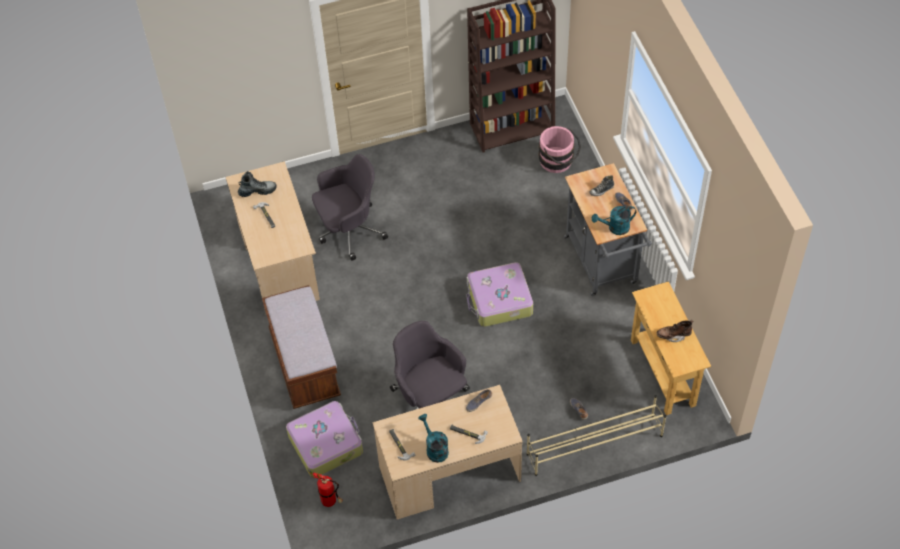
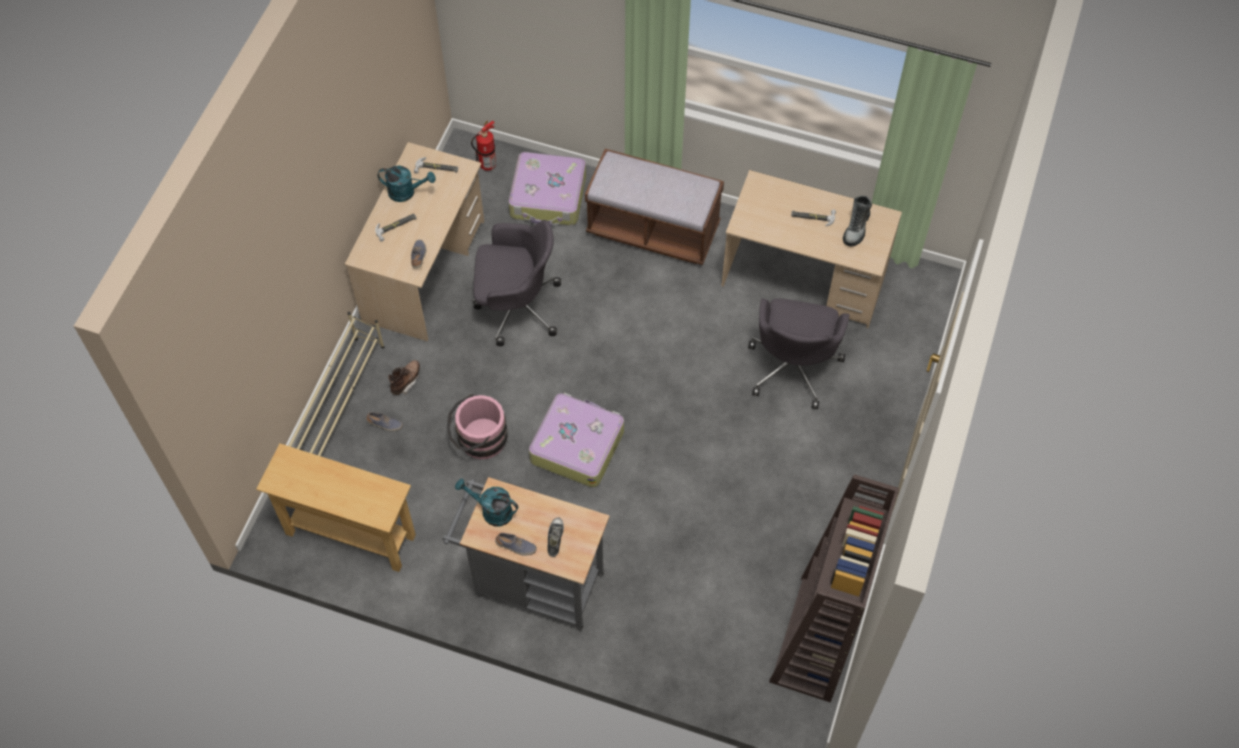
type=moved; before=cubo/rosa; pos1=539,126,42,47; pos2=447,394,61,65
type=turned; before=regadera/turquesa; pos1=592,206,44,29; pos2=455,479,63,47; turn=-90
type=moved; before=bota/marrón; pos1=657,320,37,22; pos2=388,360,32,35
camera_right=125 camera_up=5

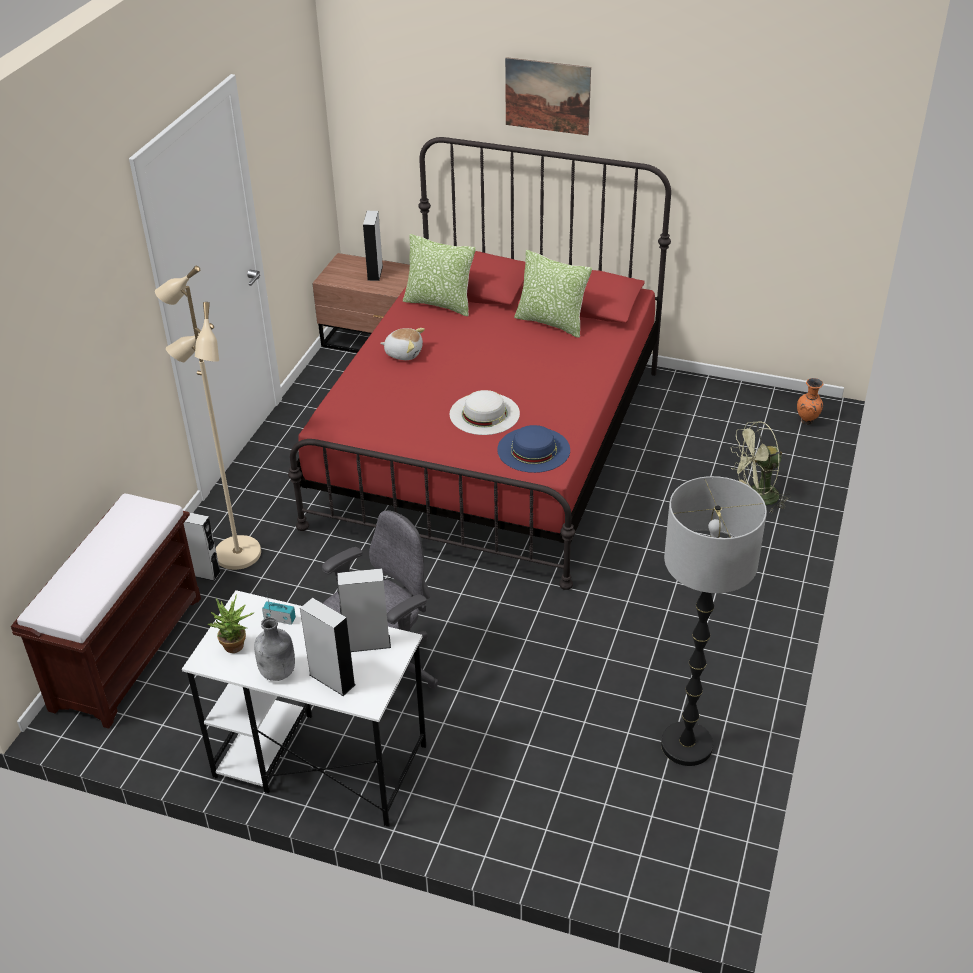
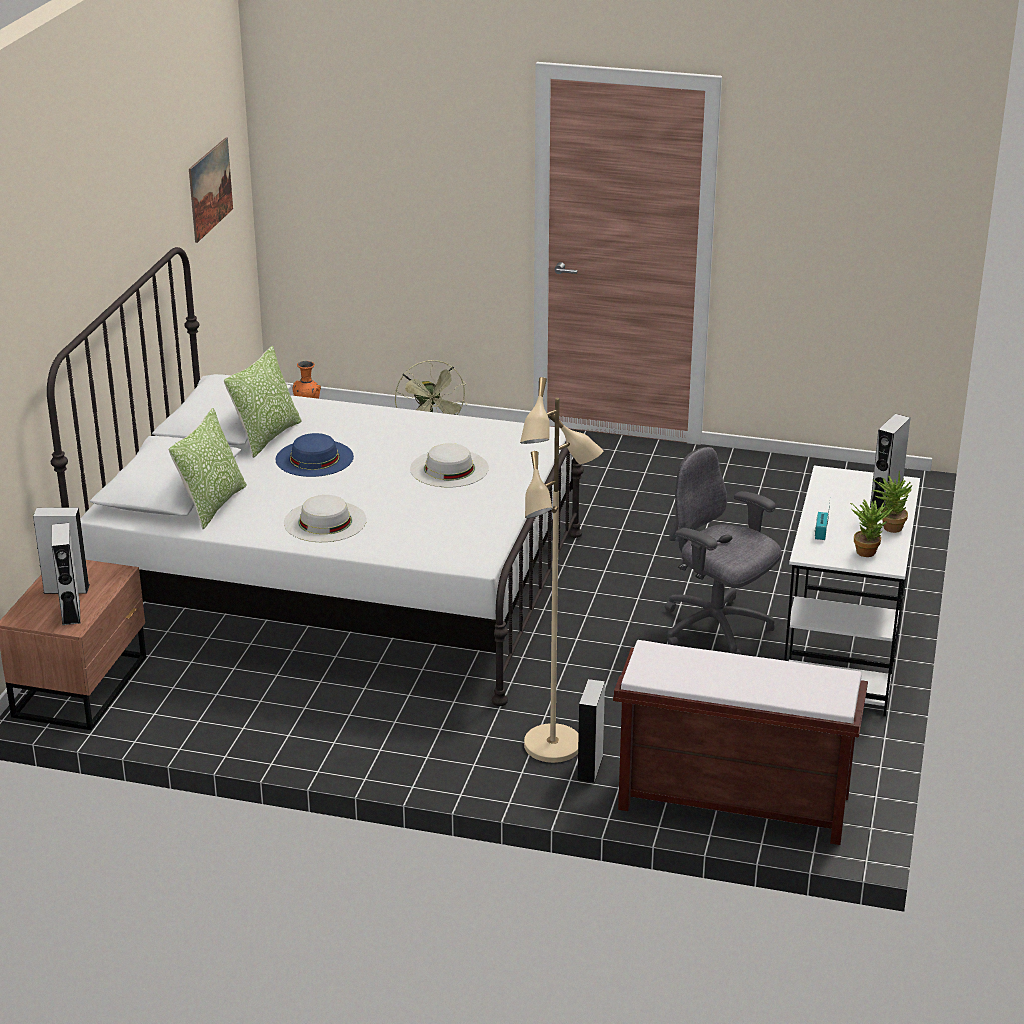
type=moved; before=cuadro; pos1=505,57,86,78; pos2=189,138,44,105
type=recoloured; before=cama/rojo; after=cama/blanco; pos1=288,137,383,453; pos2=47,247,537,459
type=replaced; before=peluche; after=sombrero/blanco; pos1=380,328,45,32; pos2=284,495,83,47
type=moved; before=sombrero/azul; pos1=497,425,73,48; pos2=276,433,78,44
type=removed; before=lámpara de pie; pos1=661,476,106,290
type=moved; before=altavoz/gris; pos1=337,568,54,84; pos2=52,523,28,102
type=replaced; before=botella/gris; after=planta en maceta; pos1=254,617,41,64; pos2=873,471,40,62
camera_right=-95 camera_up=-10

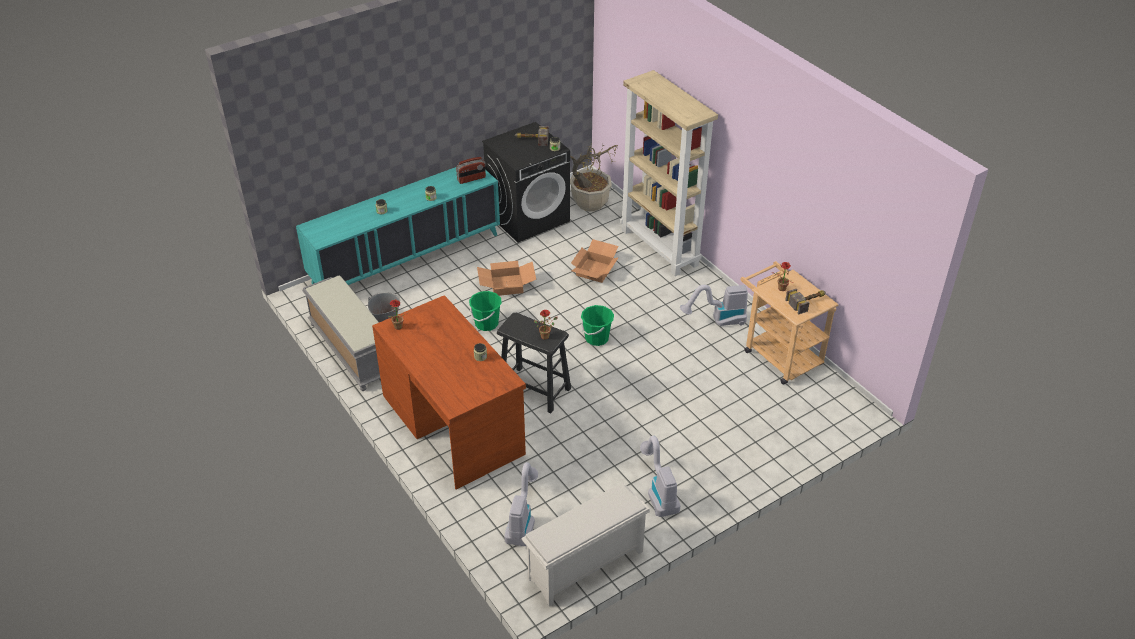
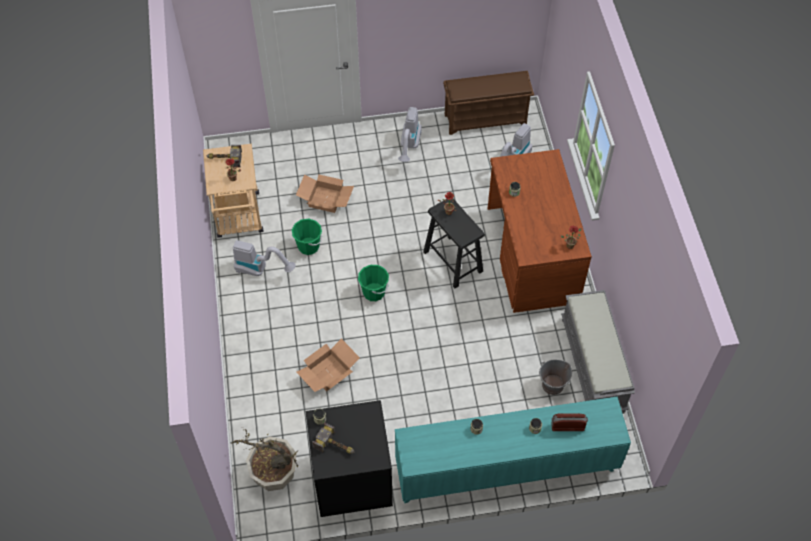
type=removed; before=estantería/beis; pos1=620,70,98,206
type=moved; before=radio; pos1=456,157,30,27; pos2=551,413,37,18
type=moved; before=caja de cartón; pos1=477,261,59,35; pos2=296,175,58,38
type=moved; before=cubo/verde; pos1=469,291,33,40; pos2=292,218,30,37
type=recoloured; before=zapatero/blanco; after=zapatero/marrón; pos1=521,483,129,123; pos2=443,71,91,64
camera_right=-155 camera_up=15

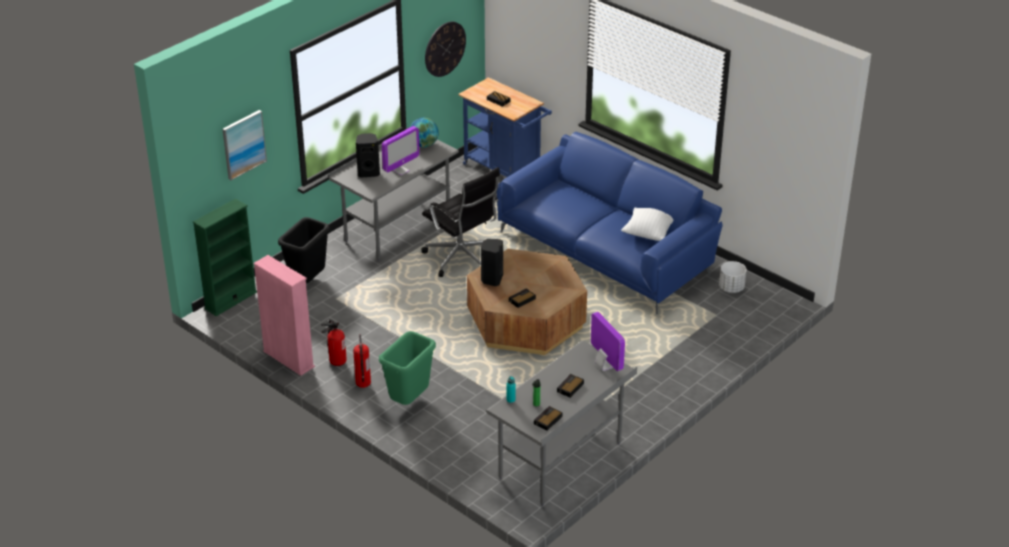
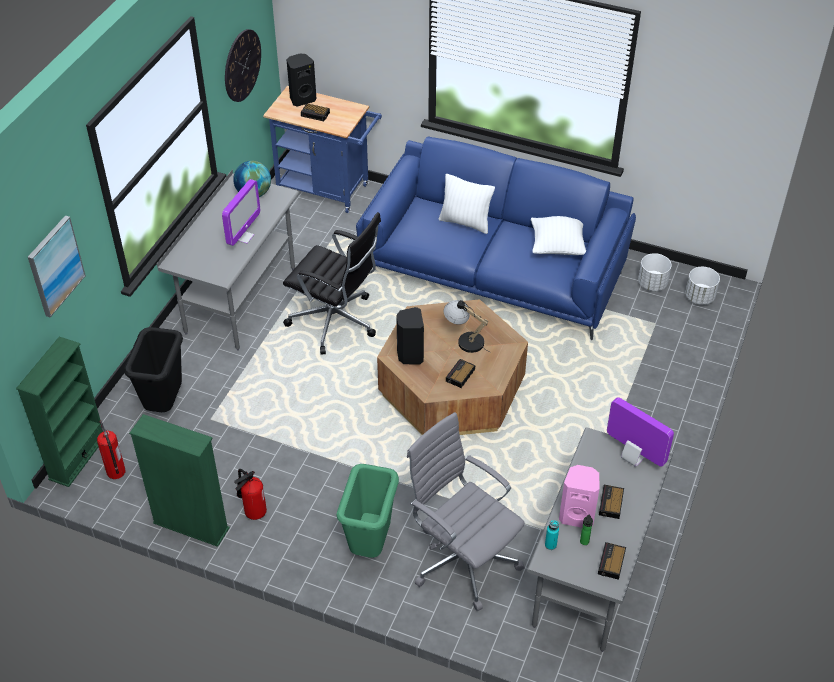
type=moved; before=altavoz/negro; pos1=356,133,24,44; pos2=286,54,31,53
type=recoloured; before=estantería/rosa; after=estantería/verde; pos1=253,255,62,121; pos2=129,414,101,133
type=moved; before=extintor; pos1=353,334,18,54; pos2=97,421,28,58
type=added; after=cojín/blanco; pos2=439,174,56,60
type=added; after=maceta/blanco; pos2=686,267,34,38
type=added; after=lámpara de mesa; pos2=444,300,47,53
type=added; after=silla de oficina/gris; pos2=407,412,118,199
type=added; after=altavoz/rosa; pos2=559,465,41,63
camera_right=-20 camera_up=10

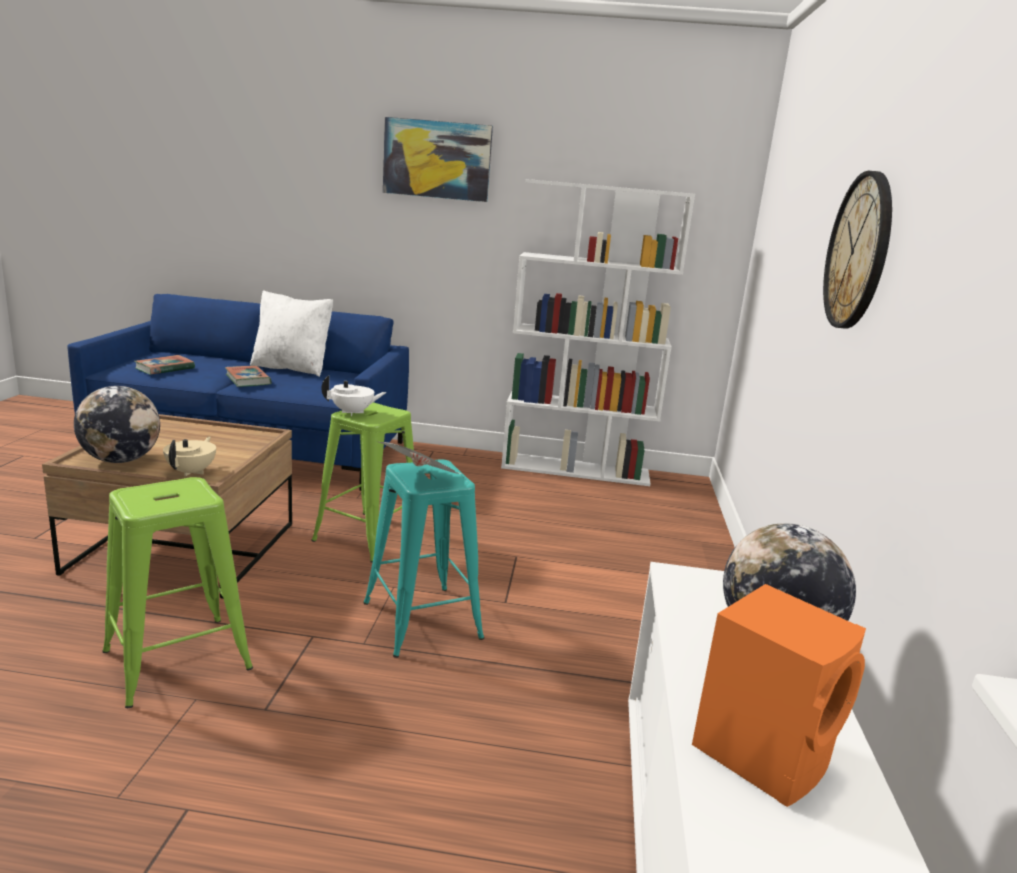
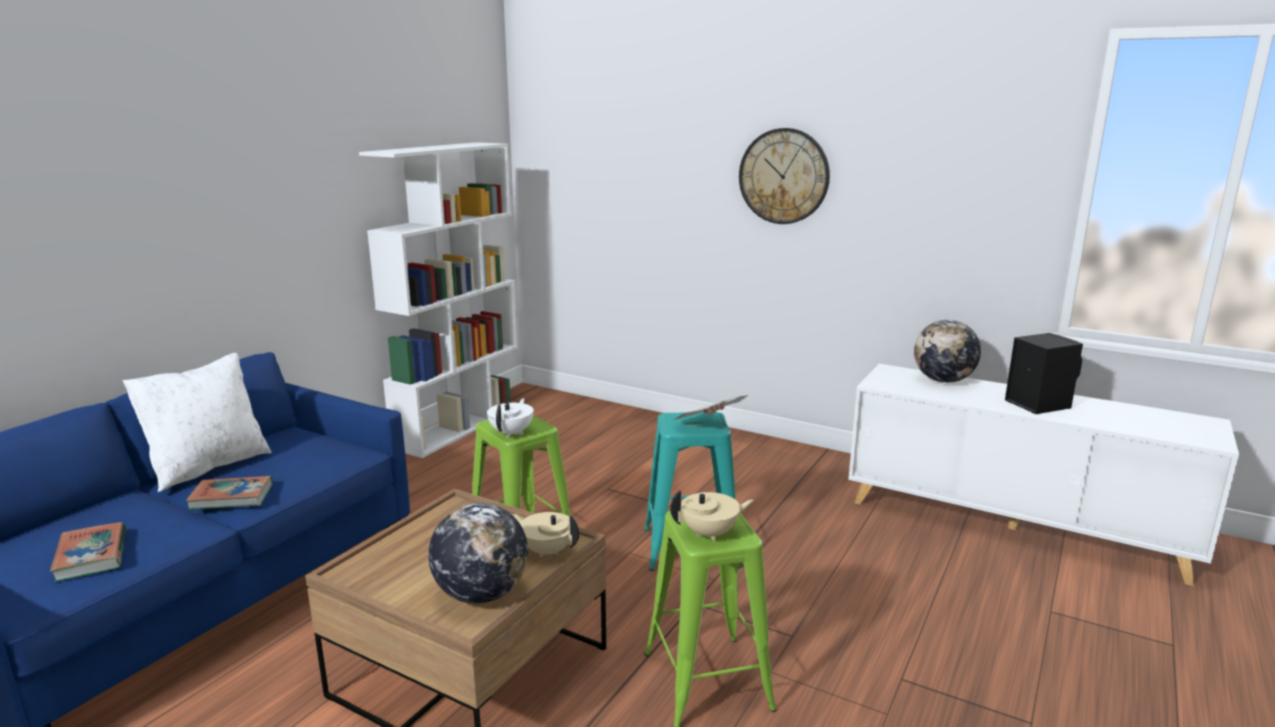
type=removed; before=cuadro; pos1=383,117,110,85
type=recoloured; before=altavoz/naranja; after=altavoz/negro; pos1=692,584,174,223; pos2=1005,333,78,81
type=added; after=tetera/beis; pos2=670,491,84,51
camera_right=-65 camera_up=0

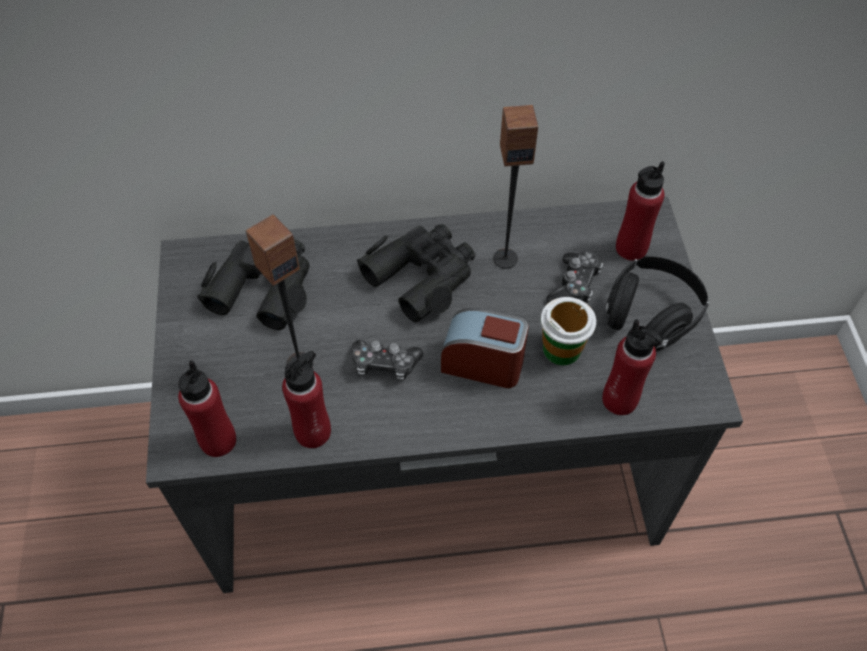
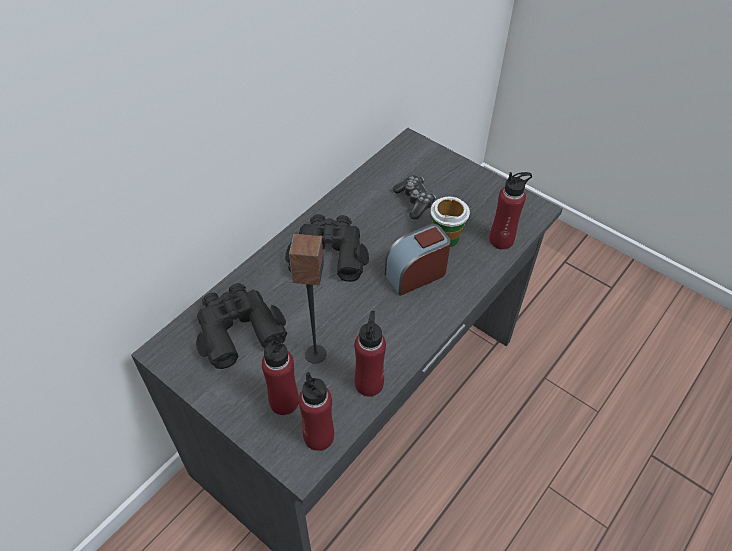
type=removed; before=altavoz; pos1=493,104,45,165
type=moved; before=botella/rojo; pos1=616,161,49,100; pos2=261,334,38,81
type=removed; before=auriculares/negro; pos1=605,256,104,96
type=removed; before=mando de consola; pos1=352,340,71,42
camera_right=-45 camera_up=-5

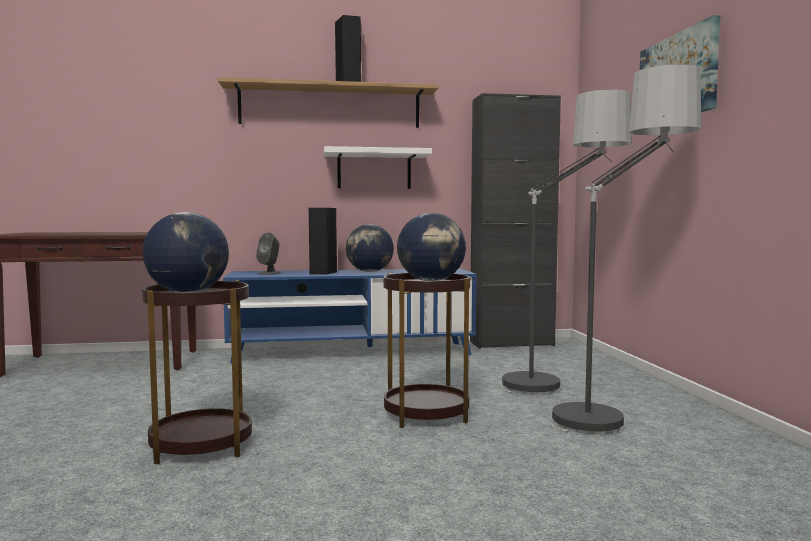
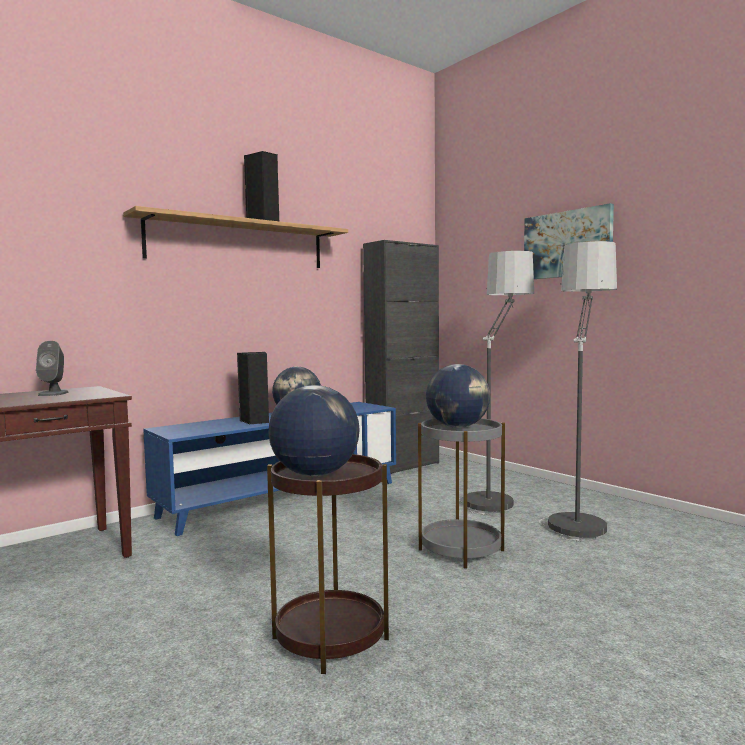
type=removed; before=estante/blanco; pos1=323,146,109,43
type=moved; before=altavoz/gris; pos1=256,233,25,42; pos2=36,341,32,55
type=recoloured; before=mesa auxiliar/marrón; after=mesa auxiliar/gris; pos1=383,273,87,155; pos2=418,418,87,150
camera_right=-30 camera_up=0

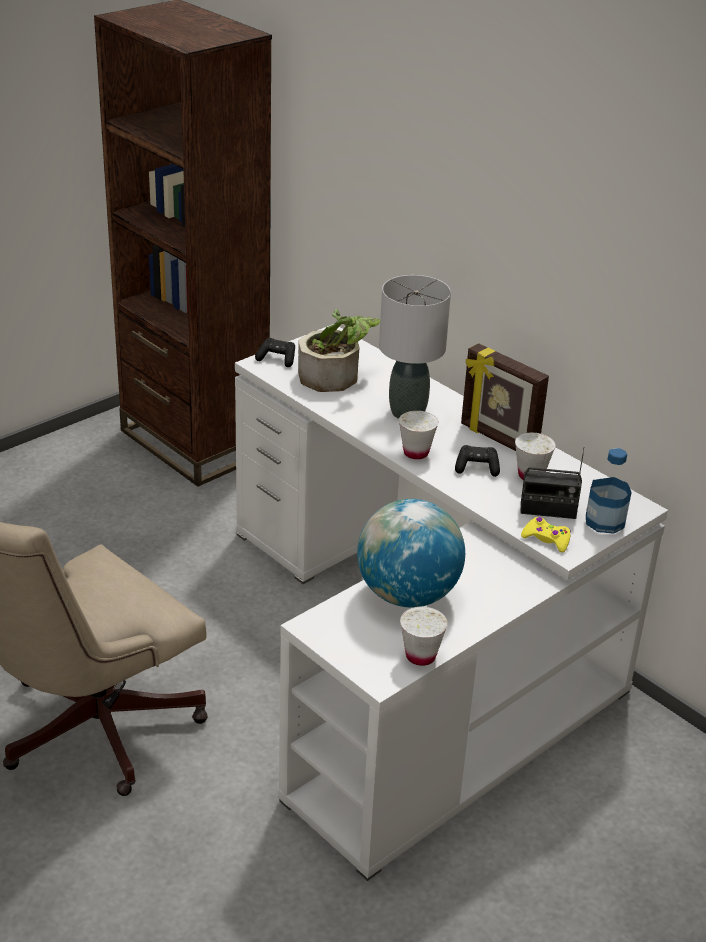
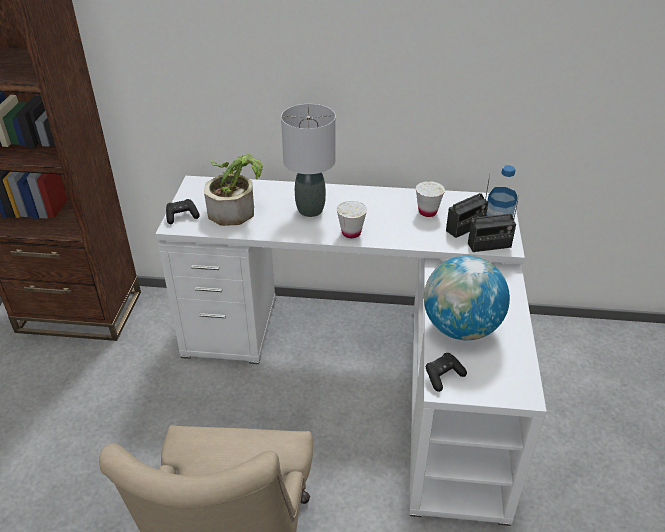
type=removed; before=portarretratos; pos1=461,343,88,108
type=moved; before=mando de consola/negro; pos1=455,445,45,32; pos2=426,353,41,39
type=replaced; before=mando de consola/amarillo; after=radio; pos1=521,517,50,36; pos2=468,195,51,57
type=removed; before=taza/blanco; pos1=400,607,48,59
camera_right=-40 camera_up=5

